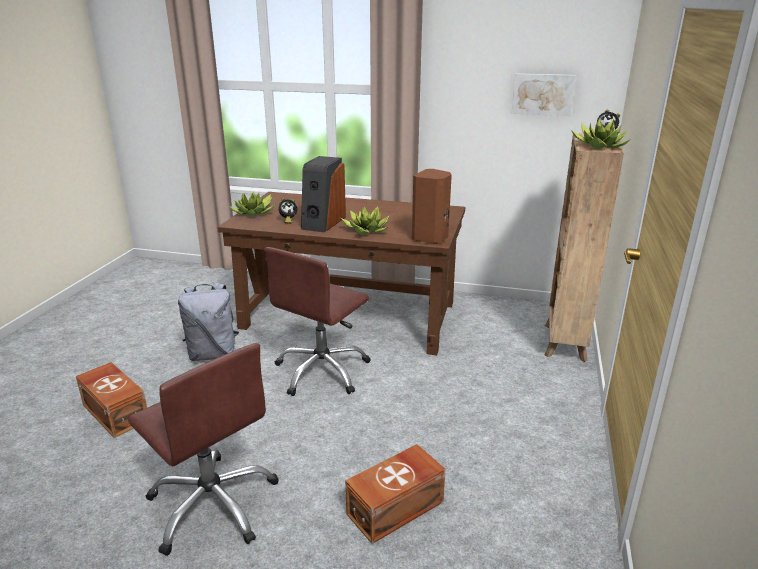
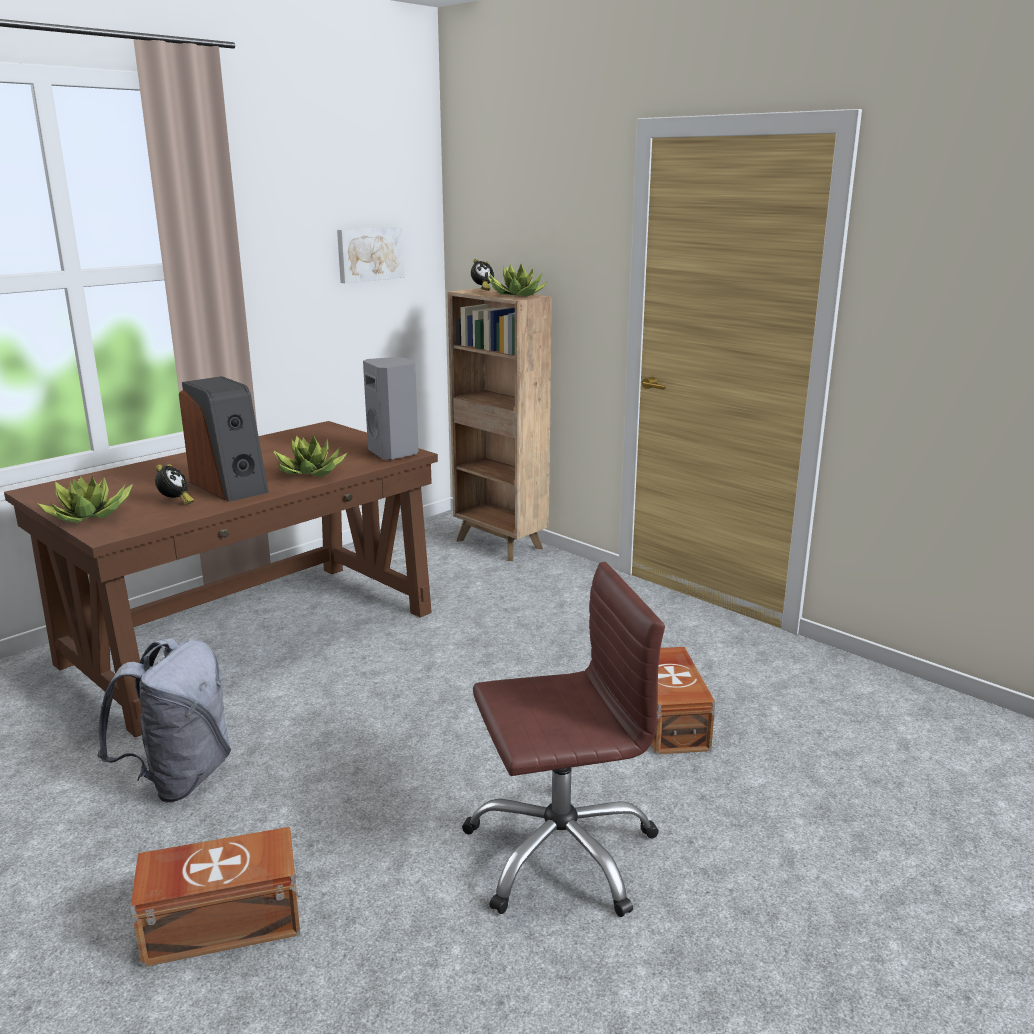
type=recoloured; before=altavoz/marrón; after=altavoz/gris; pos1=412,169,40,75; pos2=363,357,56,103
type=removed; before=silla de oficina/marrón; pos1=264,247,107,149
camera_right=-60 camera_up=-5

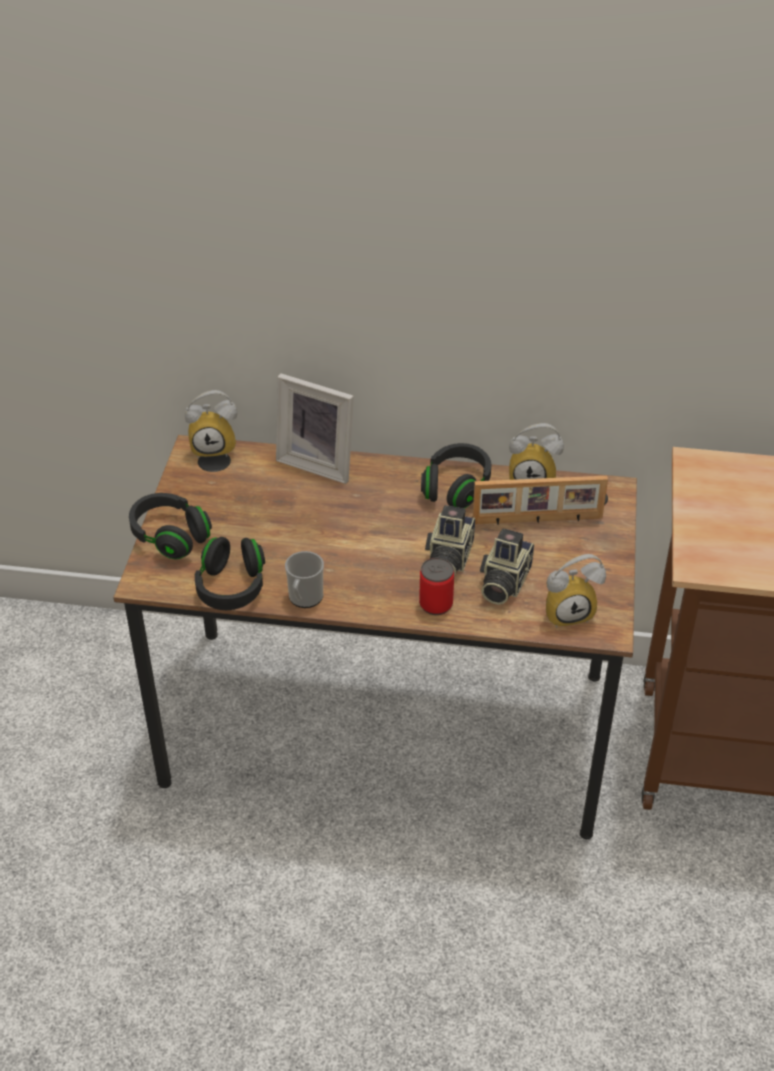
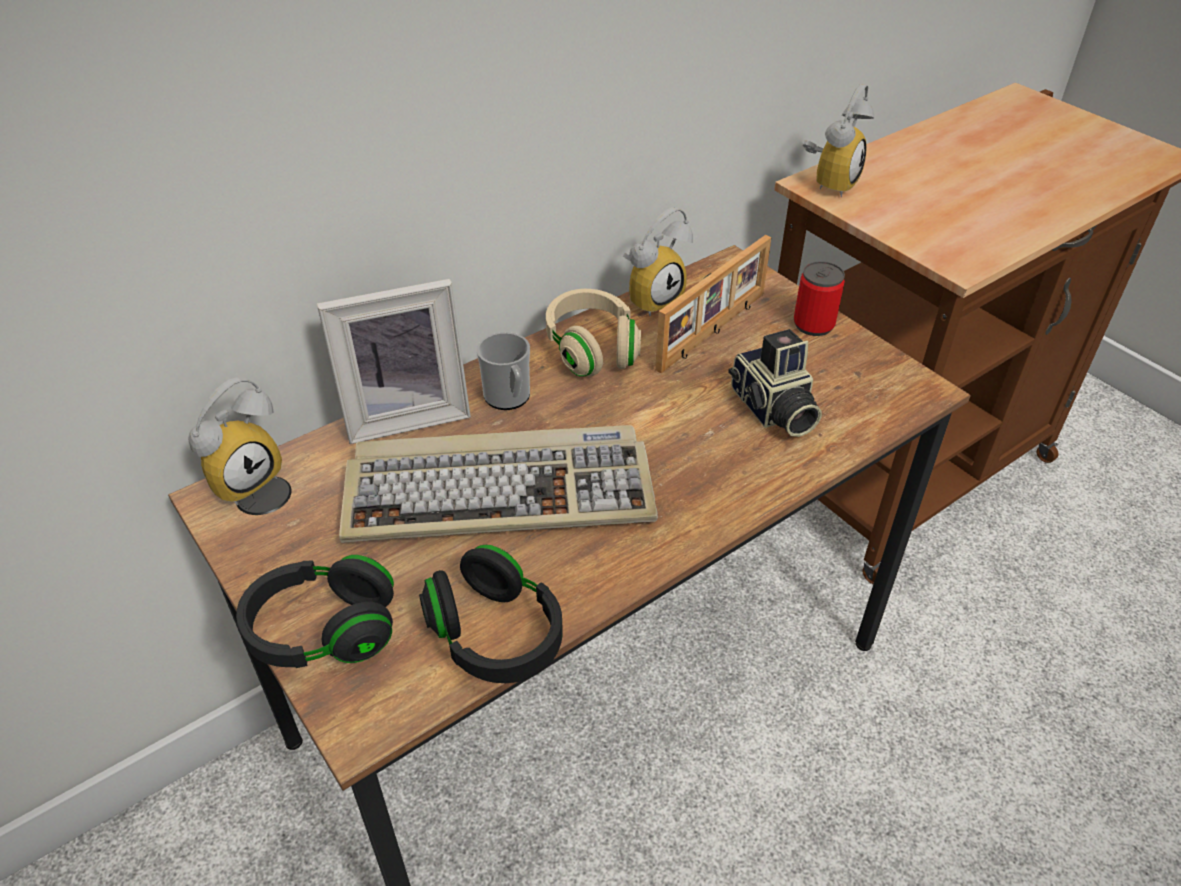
type=recoloured; before=auriculares/negro; after=auriculares/beis; pos1=421,443,70,66; pos2=546,289,95,88
type=removed; before=cámara; pos1=425,505,50,72
type=moved; before=taza grande; pos1=285,551,39,57; pos2=477,332,53,78
type=moved; before=despertador; pos1=546,554,60,74; pos2=803,84,72,113
type=moved; before=lata; pos1=419,558,35,57; pos2=794,261,51,75
type=added; after=teclado; pos2=339,425,319,118
camera_right=-45 camera_up=0

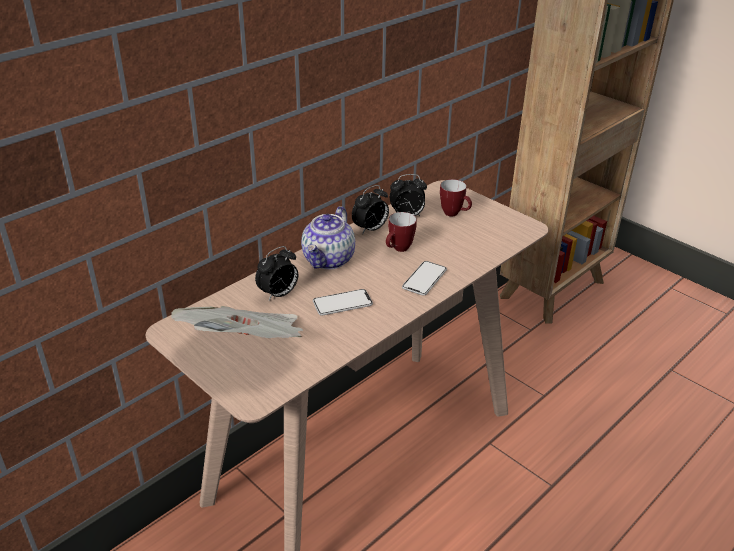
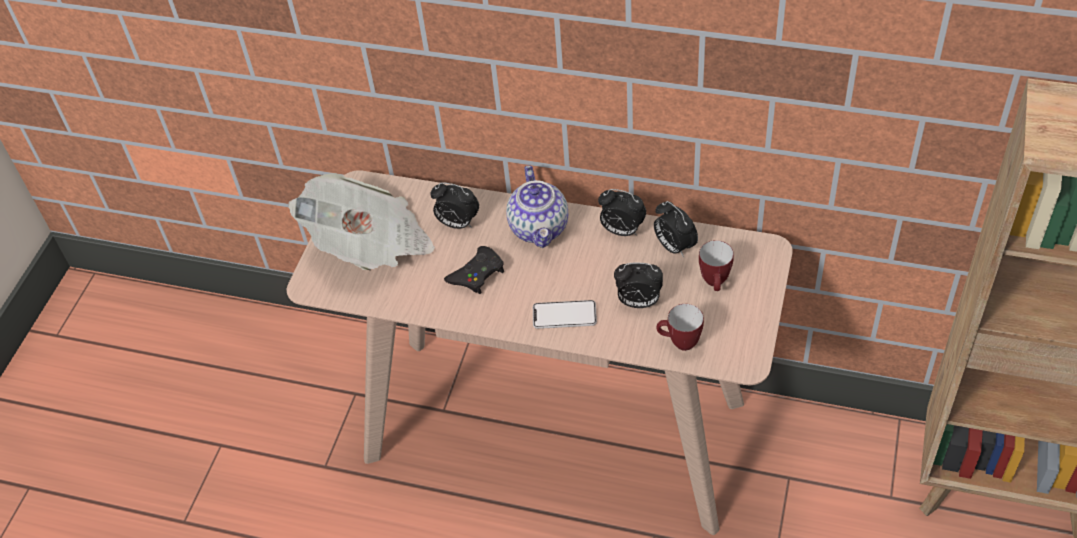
type=turned; before=tetera; pos1=301,206,54,63; pos2=506,165,62,83; turn=-90
type=moved; before=taza grande; pos1=386,212,31,40; pos2=656,304,48,47
type=replaced; before=móvil; after=mando de consola/negro; pos1=313,289,60,27; pos2=444,246,60,48
type=added; after=despertador; pos2=614,263,49,45
camera_right=65 camera_up=15

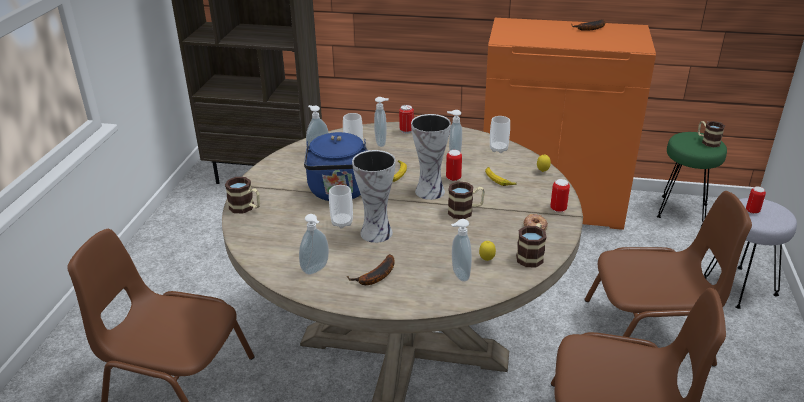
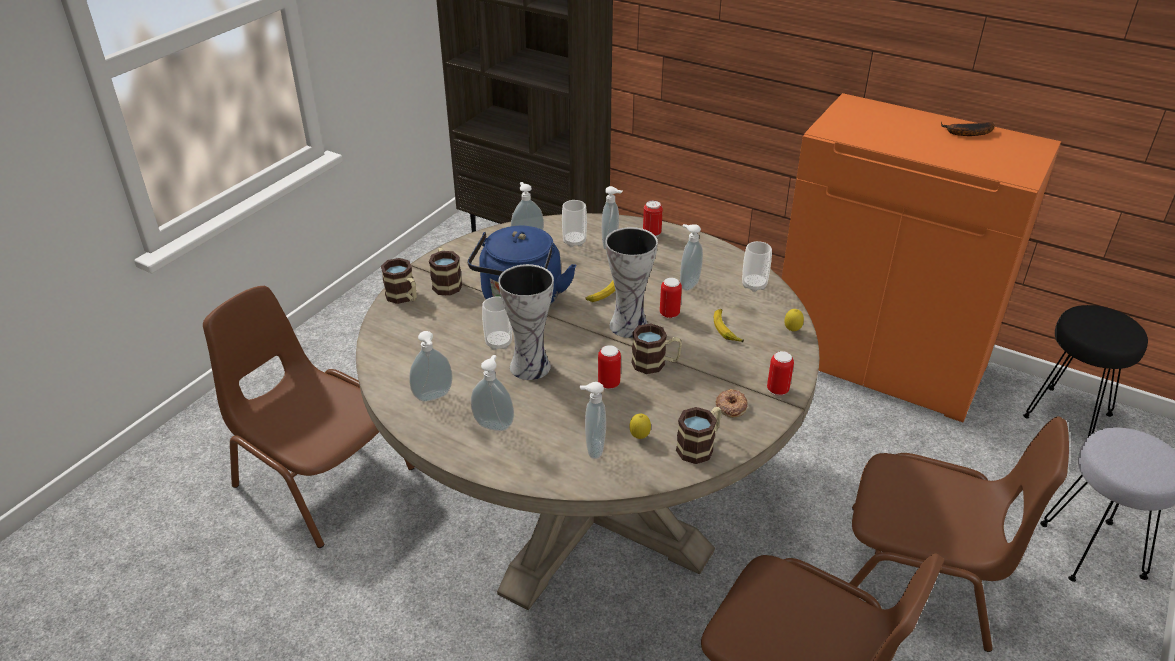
type=moved; before=taza grande; pos1=698,121,27,26; pos2=429,248,33,48
type=recoloured; before=taburete/verde; after=taburete/negro; pos1=657,132,70,94; pos2=1023,305,125,132
type=moved; before=lata; pos1=746,187,20,27; pos2=598,345,23,44
type=replaced; before=plátano; after=dispensador de jabón; pos1=347,254,48,31; pos2=471,355,43,76
camera_right=20 camera_up=5

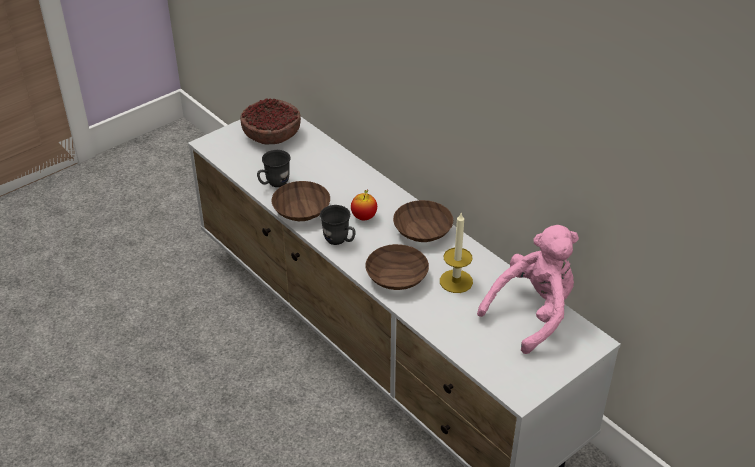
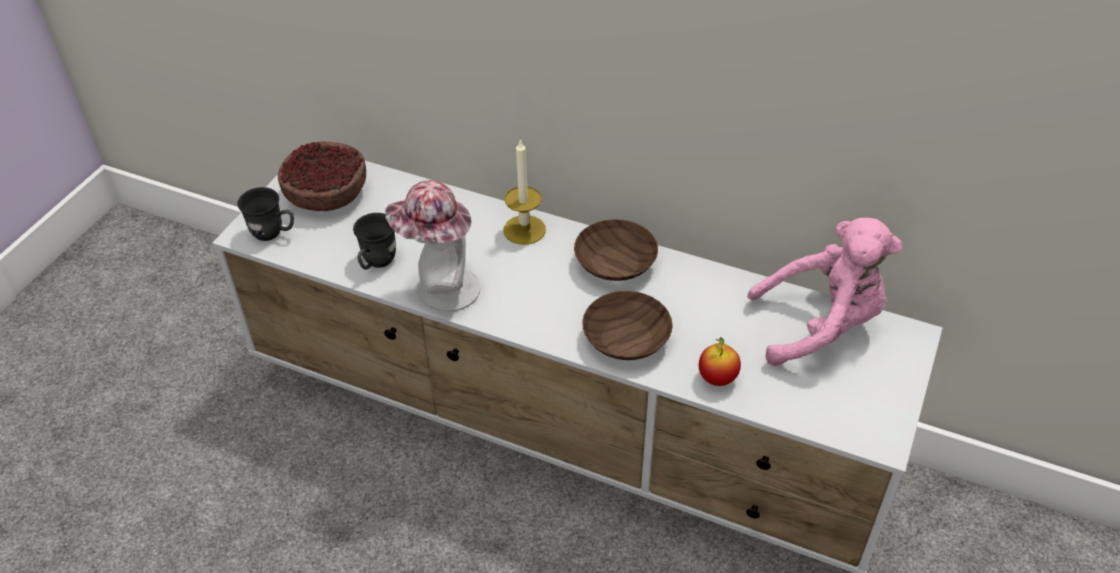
type=replaced; before=cuenco/marrón; after=sombrero; pos1=271,181,59,40; pos2=385,180,95,132
type=moved; before=manzana; pos1=351,190,26,30; pos2=699,337,42,49
type=moved; before=taza grande/gris; pos1=320,205,36,40; pos2=237,187,57,54
type=moved; before=vela; pos1=440,213,33,80; pos2=504,138,42,107
type=turned; before=peluche/rosa; pos1=477,225,102,129; pos2=747,218,155,148; turn=60
camera_right=-25 camera_up=5

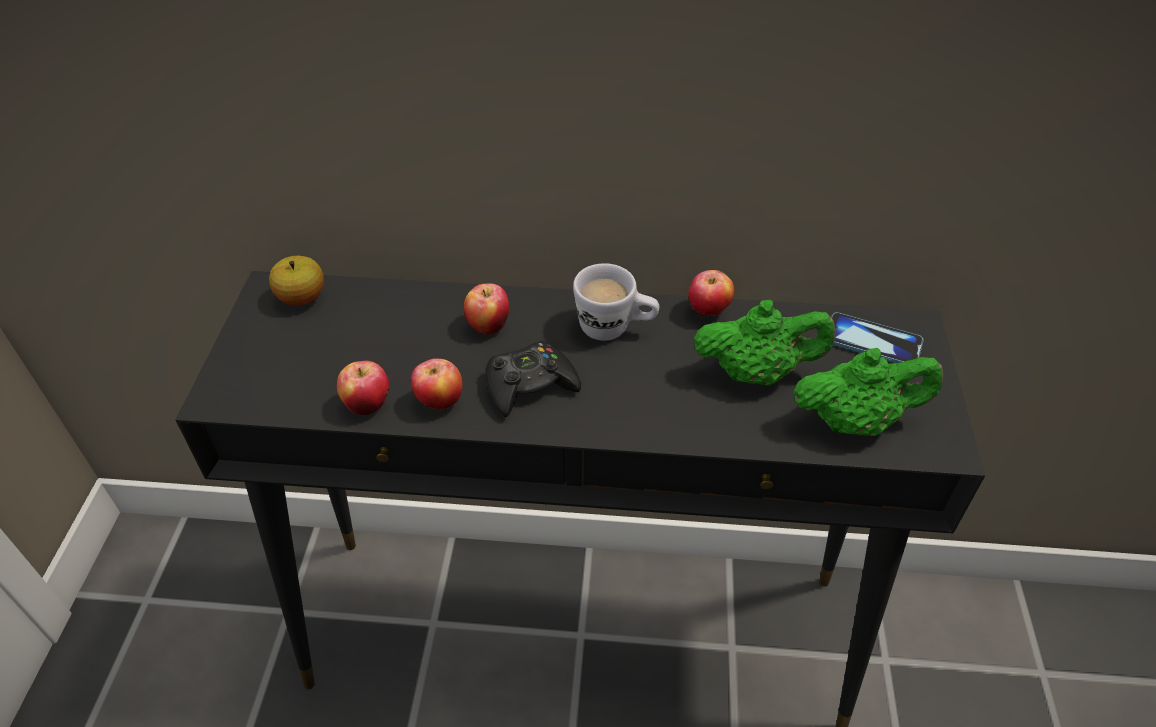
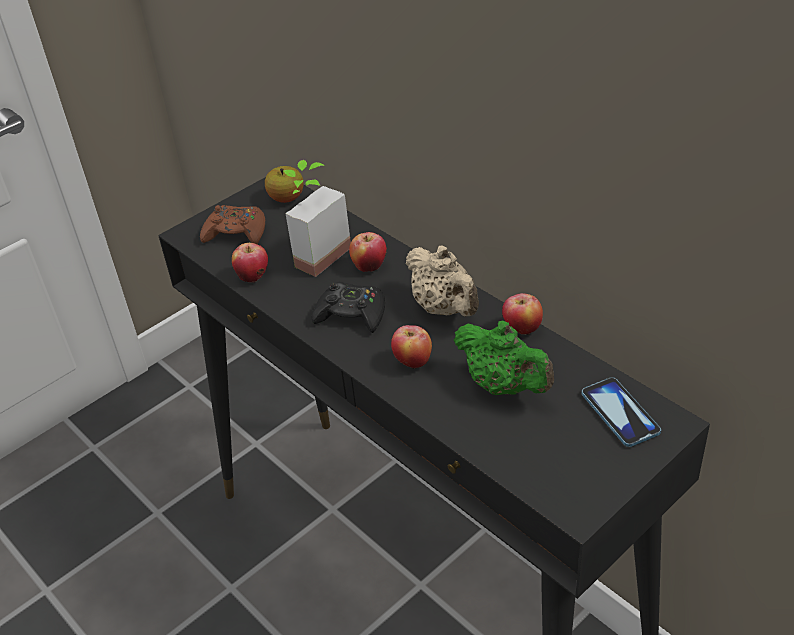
type=replaced; before=taza grande/blanco; after=tetera/beis; pos1=573,263,86,78; pos2=405,245,74,71
type=removed; before=tetera/verde; pos1=794,348,149,88
type=moved; before=manzana; pos1=411,358,51,52; pos2=391,325,41,44
type=added; after=planta en maceta; pos2=283,160,68,117
type=added; after=mando de consola/marrón; pos2=200,205,65,39
camera_right=45 camera_up=-5

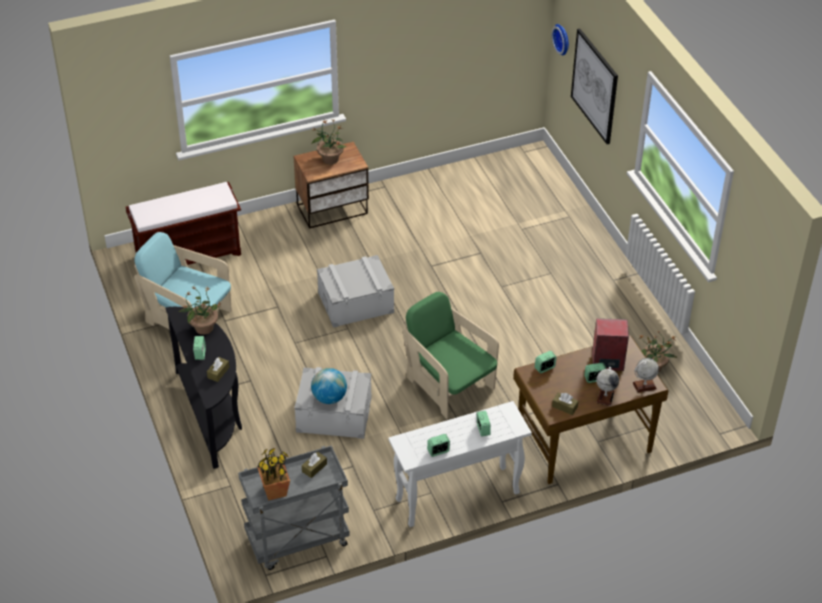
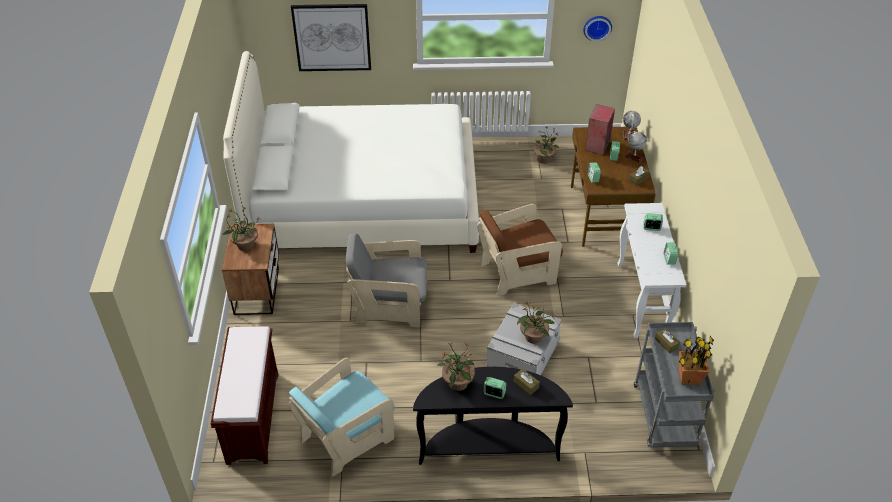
type=moved; before=reloj de pared; pos1=552,24,17,32; pos2=583,16,29,25
type=replaced; before=caja de almacenaje/gris; after=sillón/gris; pos1=317,255,77,73; pos2=346,234,81,94
type=recoloured; before=sillón/verde; after=sillón/marrón; pos1=403,292,96,127; pos2=477,204,86,92
type=replaced; before=globo terráqueo; after=planta en maceta; pos1=311,368,36,36; pos2=517,301,38,43
type=added; after=cama/blanco; pos2=223,51,256,202
camera_right=-70 camera_up=0

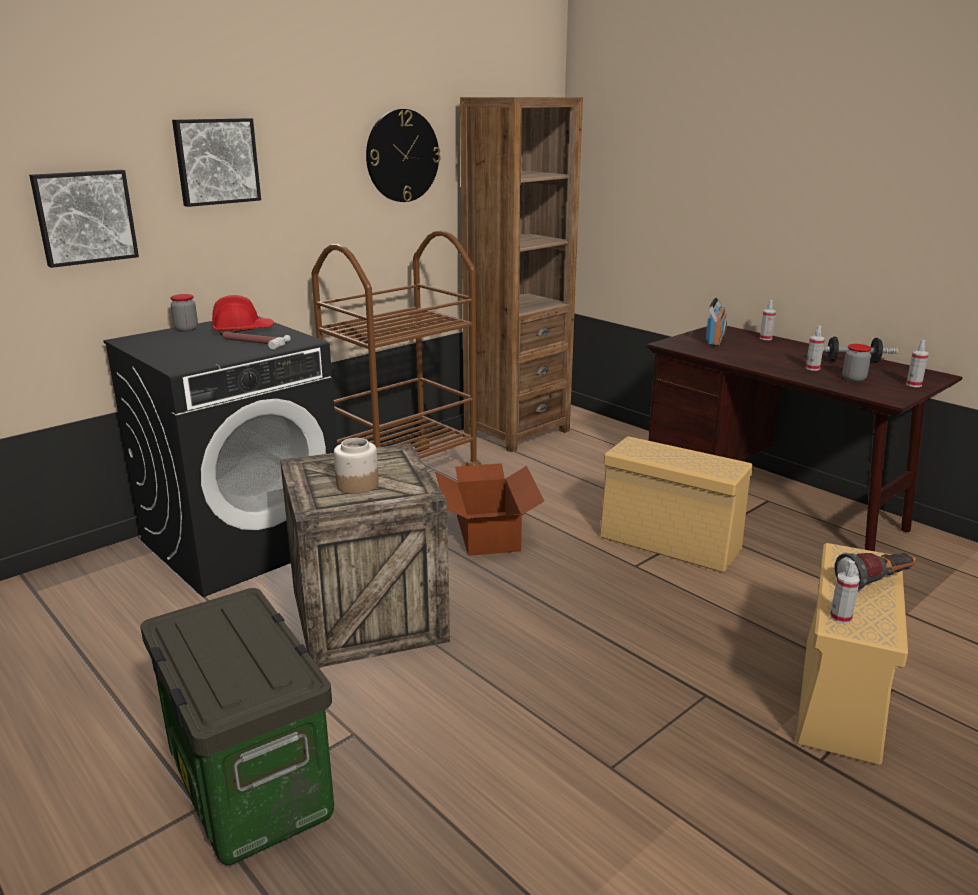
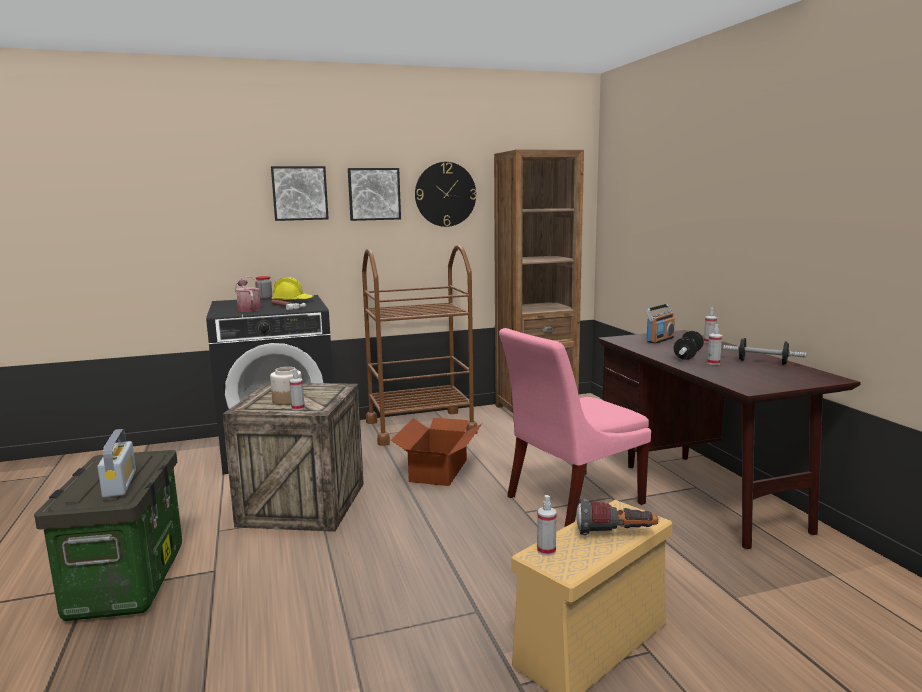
type=moved; before=cuadro; pos1=29,170,110,98; pos2=348,168,53,53
type=recoloured; before=casco/rojo; after=casco/amarillo; pos1=212,295,62,40; pos2=272,277,42,24
type=moved; before=pulverizador; pos1=906,340,23,47; pos2=289,369,16,41
type=removed; before=tarro; pos1=842,344,30,38
type=replaced; before=caja de almacenaje/beis; after=silla/rosa; pos1=600,436,153,136; pos2=499,328,152,199
type=added; after=regadera; pos2=234,276,27,36
type=added; after=mancuerna; pos2=674,331,30,29
type=added; after=radio; pos2=97,429,39,69
camera_right=25 camera_up=-10

